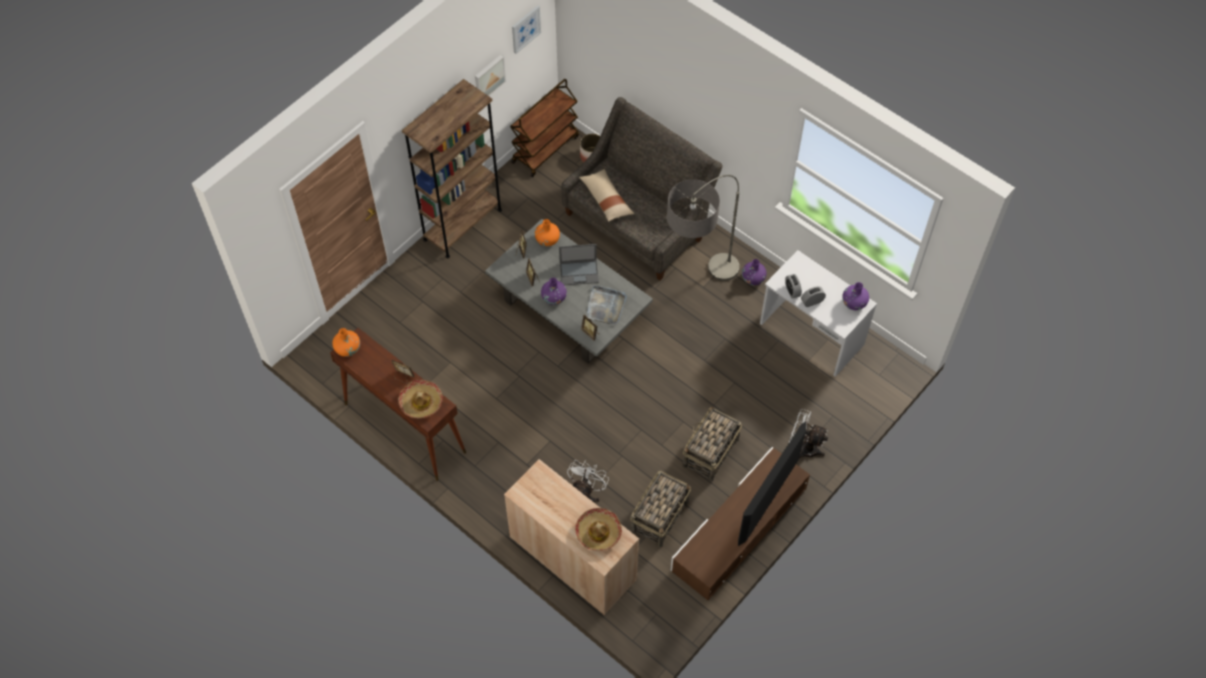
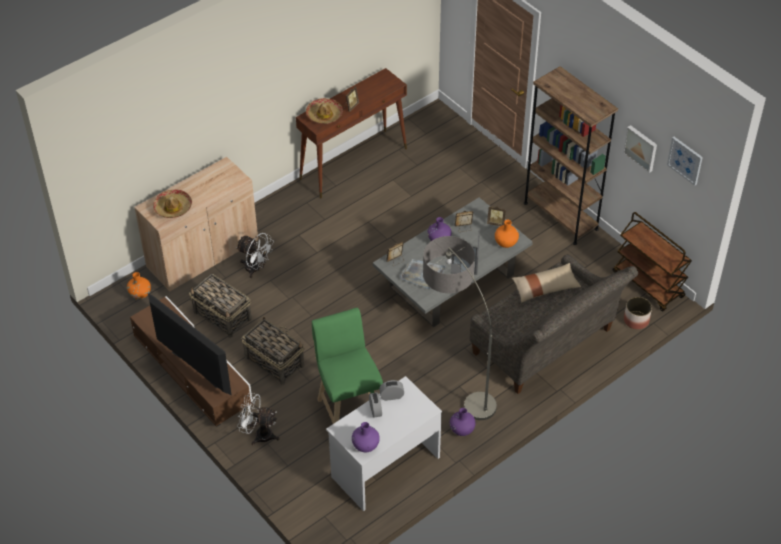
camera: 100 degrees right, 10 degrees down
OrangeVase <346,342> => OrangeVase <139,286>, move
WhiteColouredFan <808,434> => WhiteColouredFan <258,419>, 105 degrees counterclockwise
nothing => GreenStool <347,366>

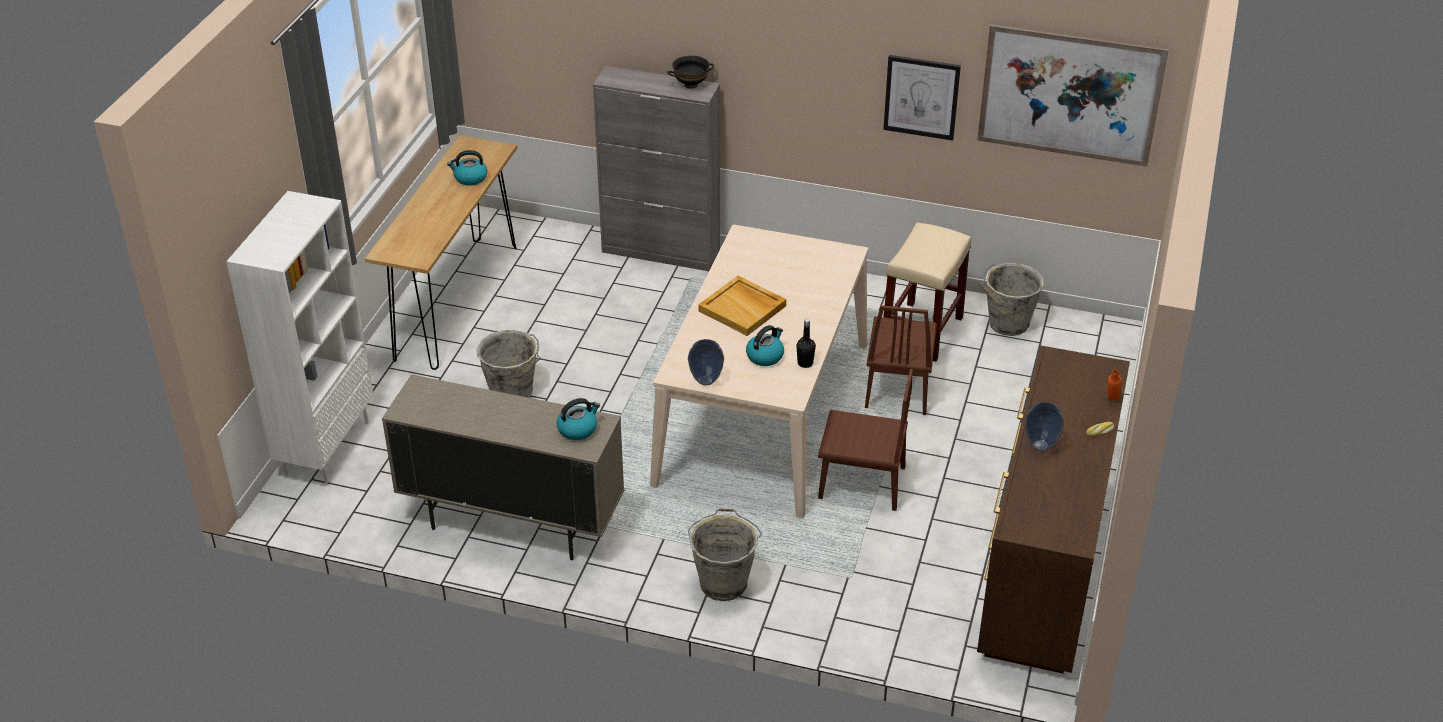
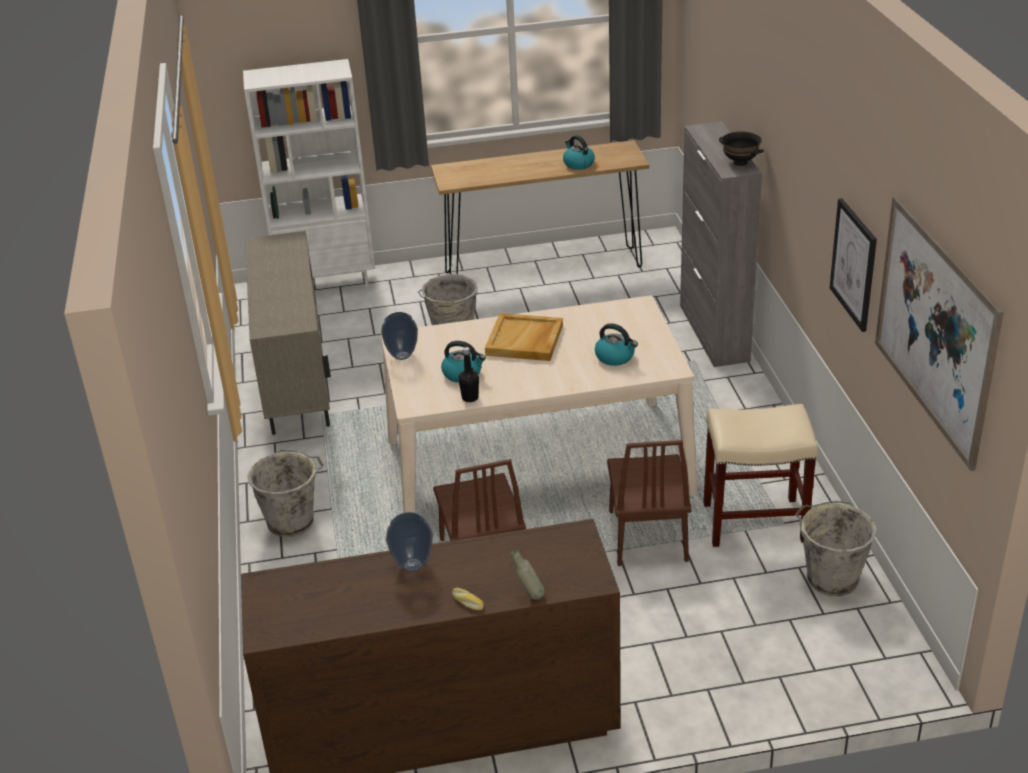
camera: 65 degrees right, 5 degrees down
TeaKettle <578,419> => TeaKettle <616,344>, move
BrownChair <901,360> => BrownChair <649,503>, 75 degrees counterclockwise
OrangeDrinkBottle <1114,385> => GreyishDrinkBottle <528,575>

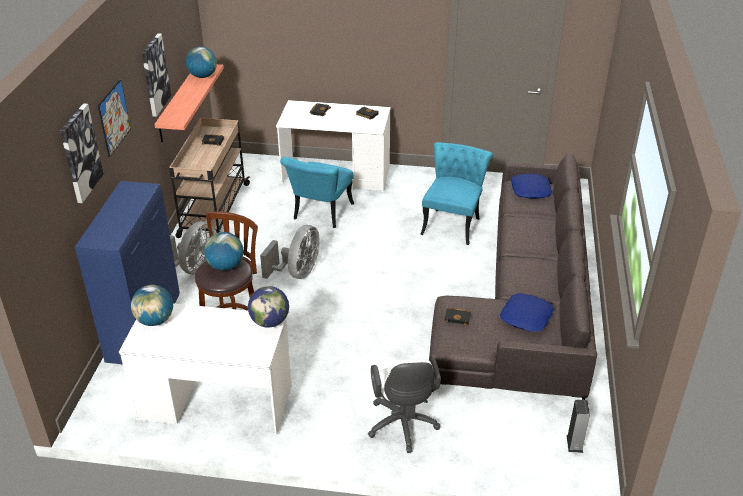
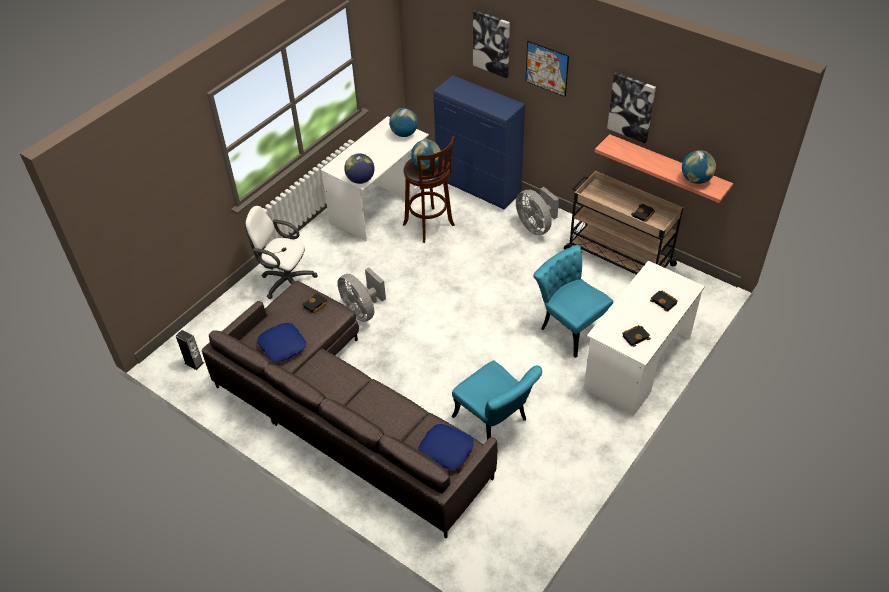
camera: 120 degrees right, 10 degrees up
GreyishFan <289,252> => GreyishFan <361,294>, move

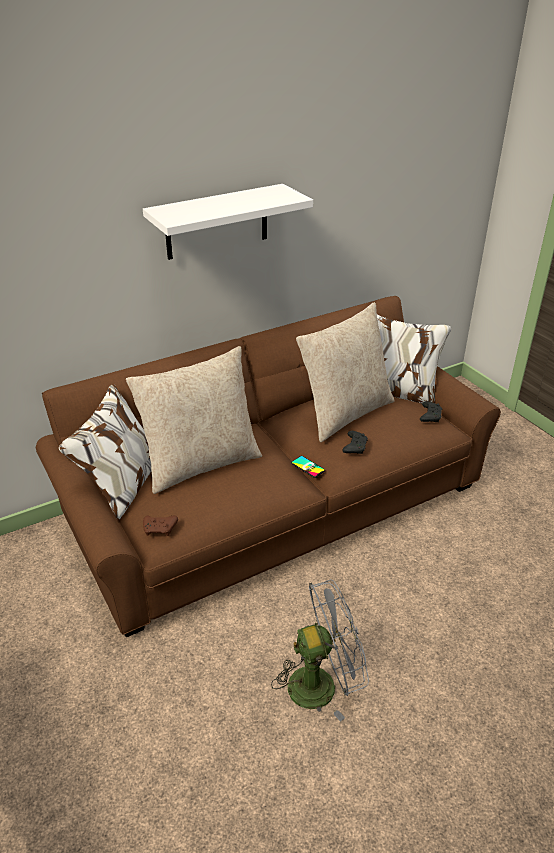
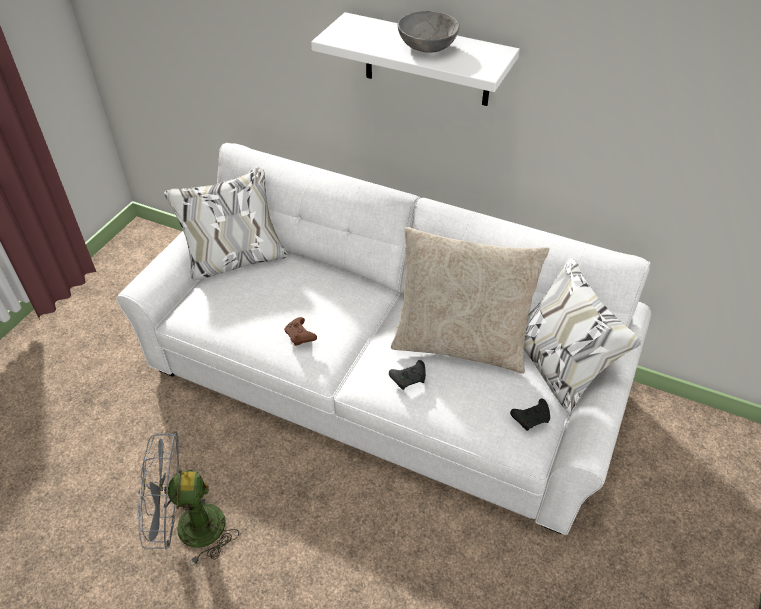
camera: 55 degrees right, 10 degrees up
BrownCouch <268,466> => WhiteColouredCouch <384,339>
BeigeCushion <194,420> => nothing
BrownJoypad <160,525> => BrownJoypad <300,331>, move
GreyishFan <320,651> => GreyishFan <188,498>, 135 degrees clockwise
Handset <308,467> => nothing
nothing => GreyishServingBowl <429,32>

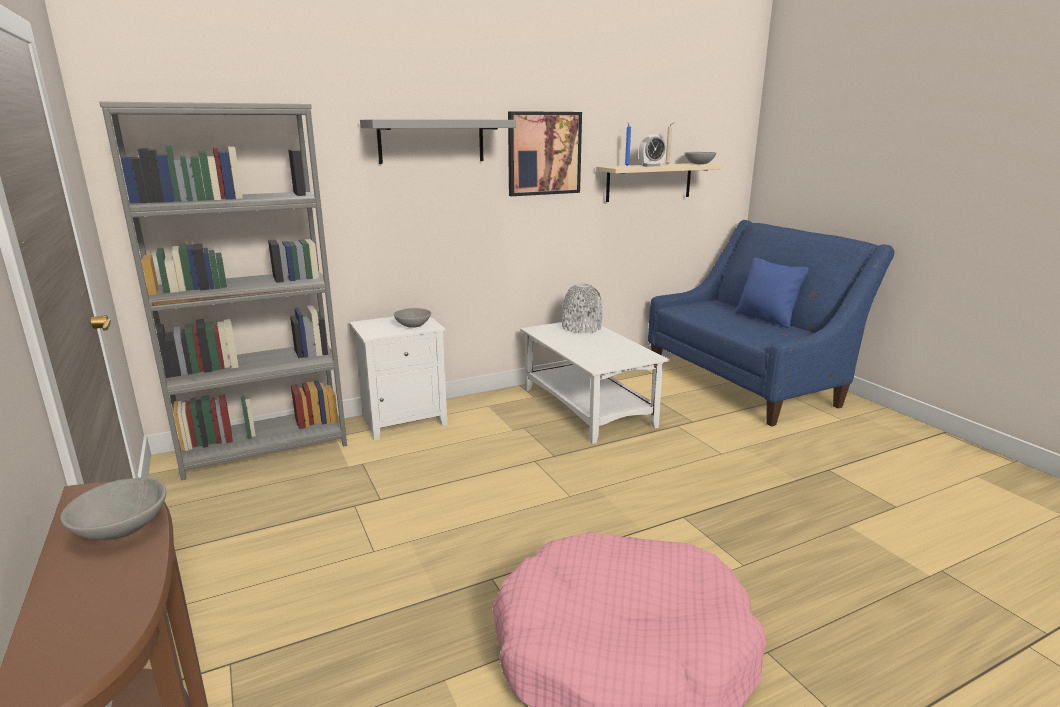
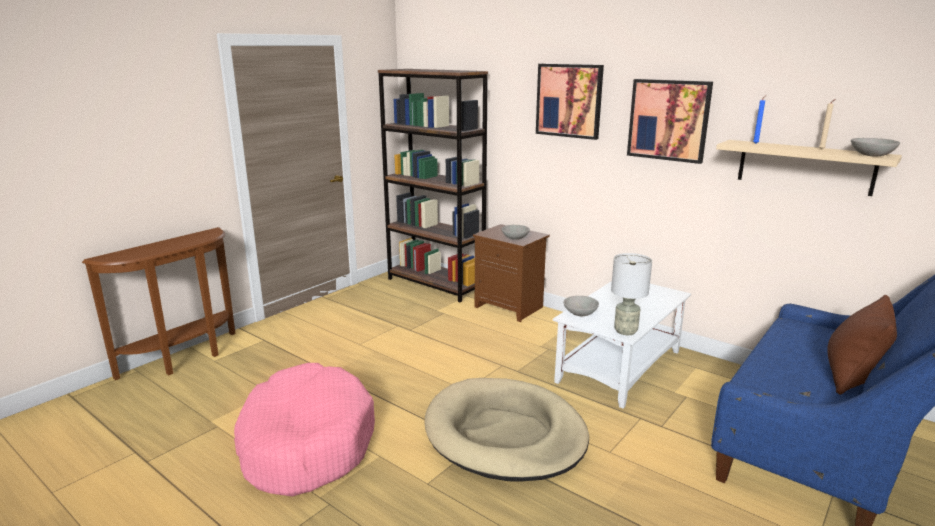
camera: 65 degrees right, 0 degrees up
GreyishServingBowl <113,509> => GreyishServingBowl <581,306>, move
GreyishShelvingUnit <223,291> => BrownShelvingUnit <433,185>
WhiteColouredNightstand <398,378> => BrownNightstand <511,273>
GreyishBracketShelf <438,141> => WallArt <570,102>
GreyishVase <582,308> => nothing
BedsideClock <652,151> => nothing
BlueCushion <772,292> => BrownCushion <862,345>
nothing => BeigePetBed <507,430>
nothing => GreyishLampForATable <631,294>

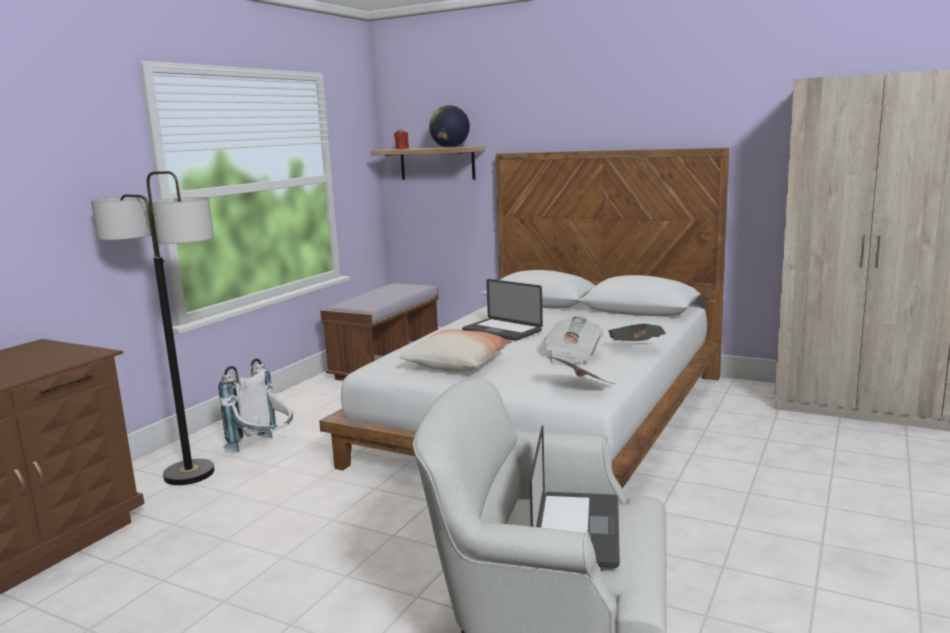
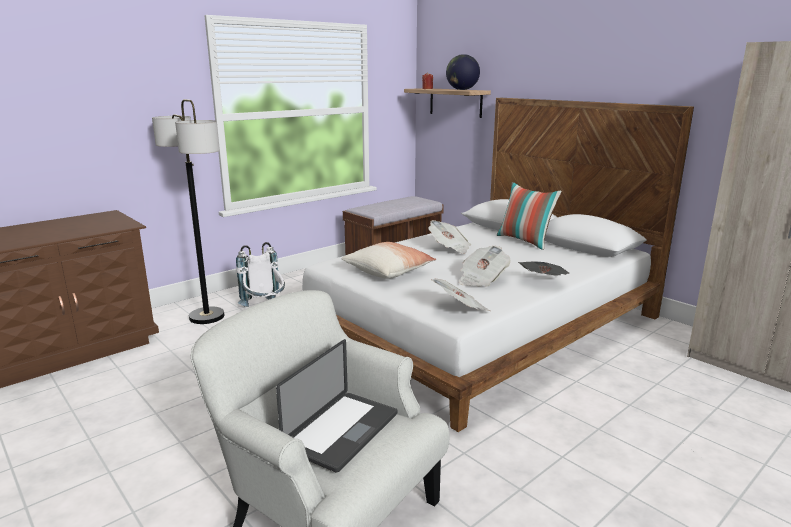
camera: 20 degrees right, 5 degrees up
PortableComputer <502,310> => DailyPaper <449,237>
nothing => Cushion <529,216>

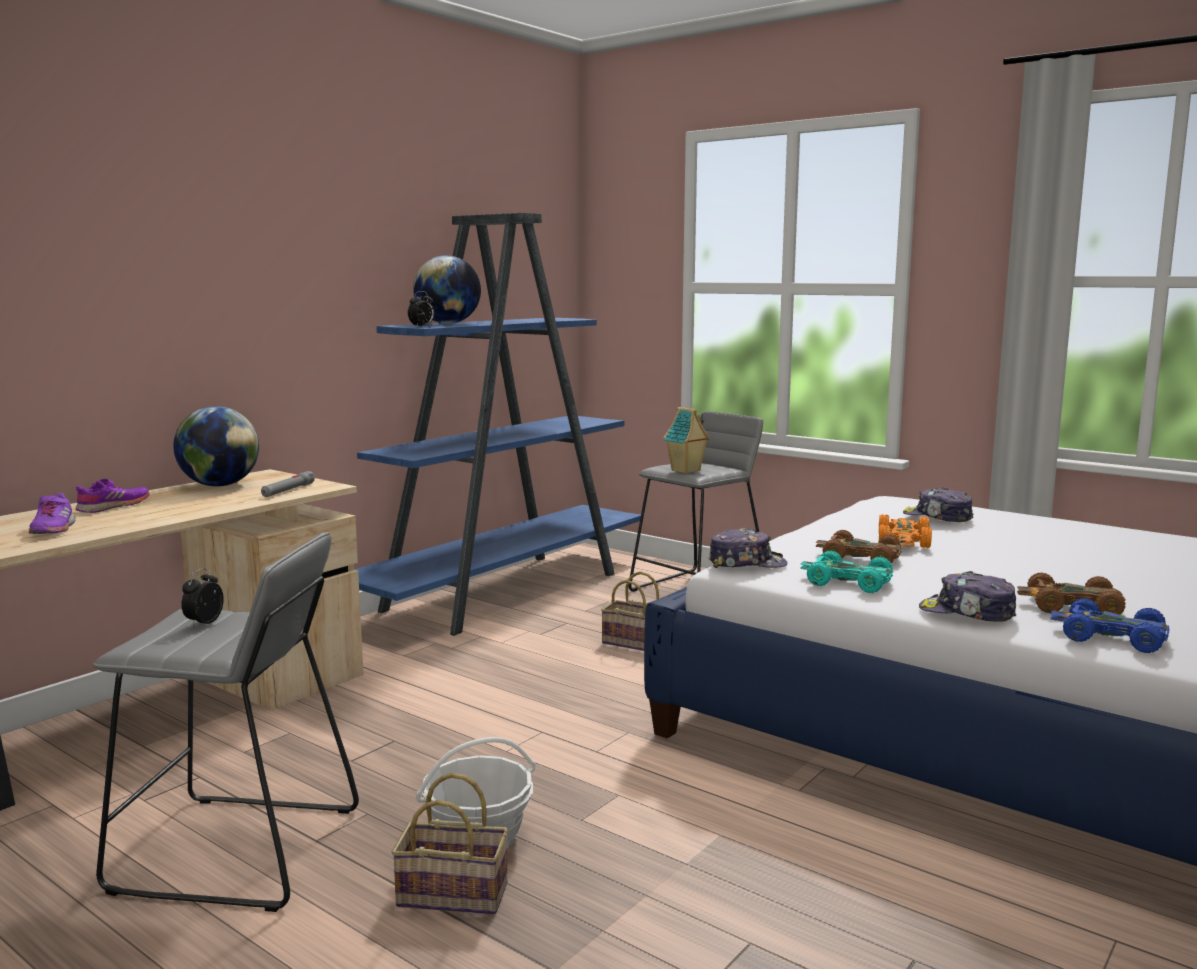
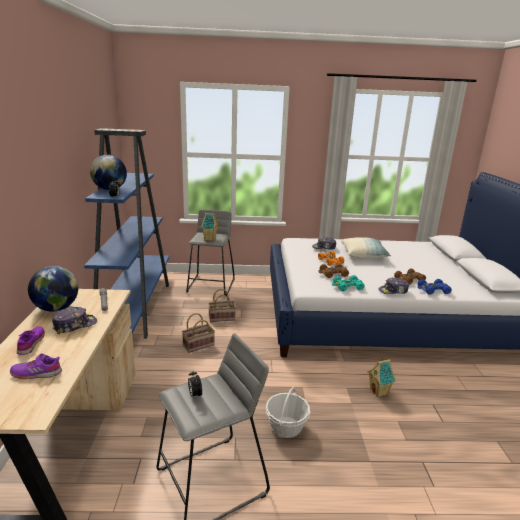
camera: 40 degrees left, 10 degrees up
PurpleShoe <52,513> => PurpleShoe <36,366>, 135 degrees clockwise
StorageBasket <450,843> => StorageBasket <198,333>, move
BaseballCap <747,548> => BaseballCap <74,320>, move
nothing => Cushion <366,247>
nothing => ToyHouse <382,377>

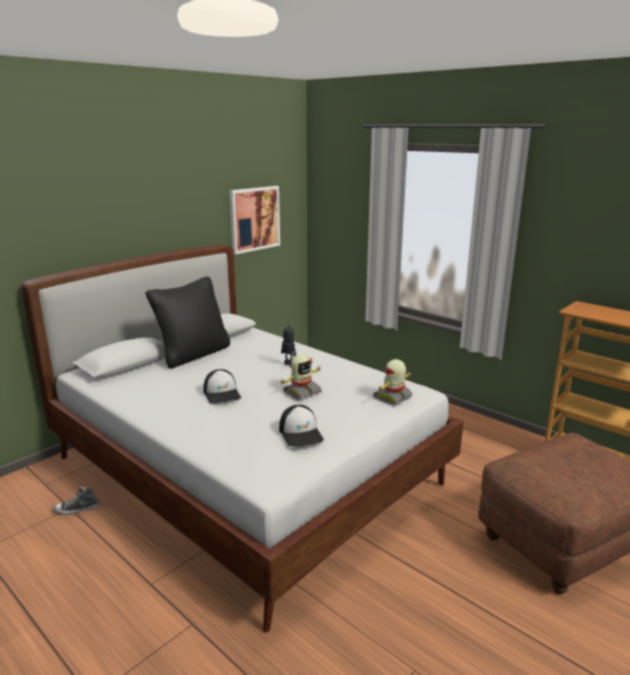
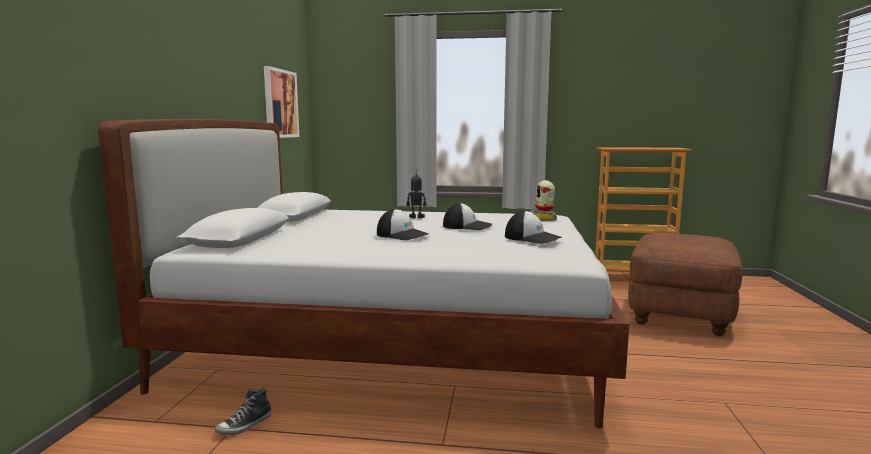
camera: 35 degrees left, 10 degrees down
BlackishCushion <187,323> => nothing
ModelRobot <301,377> => BaseballCap <467,216>

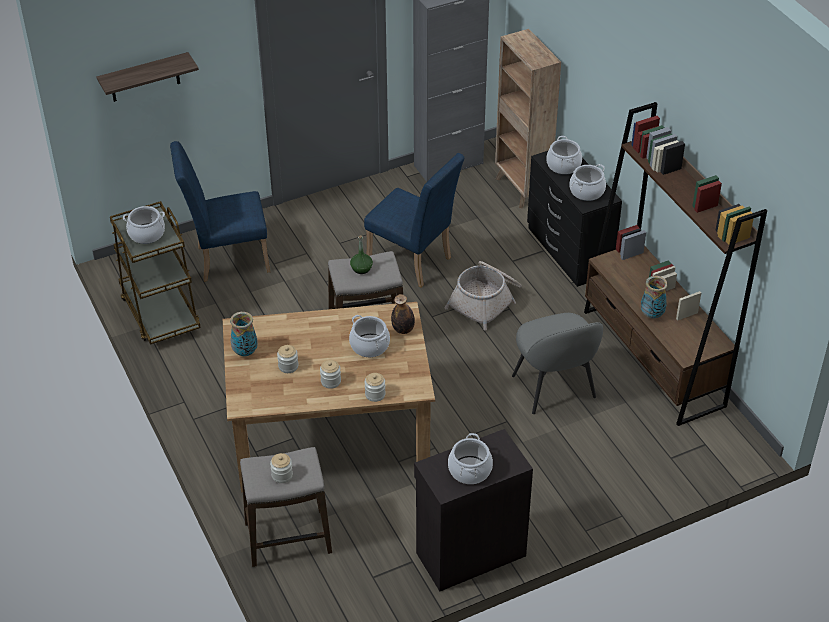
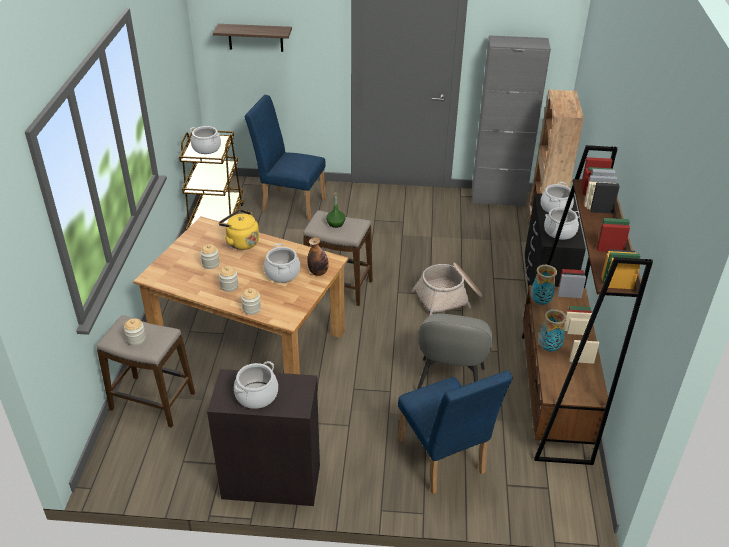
camera: 30 degrees right, 5 degrees down
Vase <244,334> => Vase <544,285>, move
BlueChair <414,220> => BlueChair <455,432>, move
nothing => YellowColouredTeaKettle <239,229>

